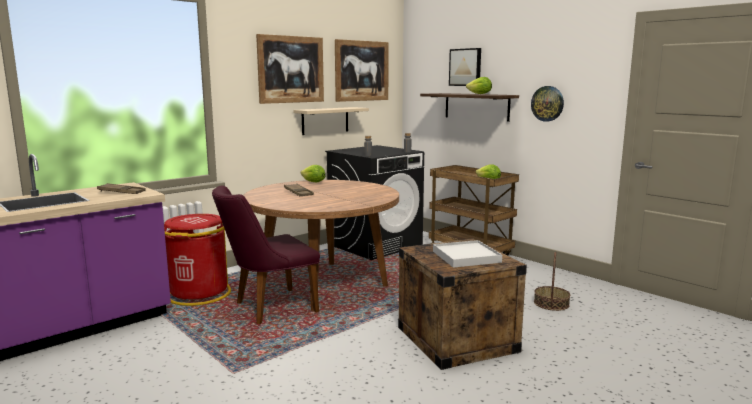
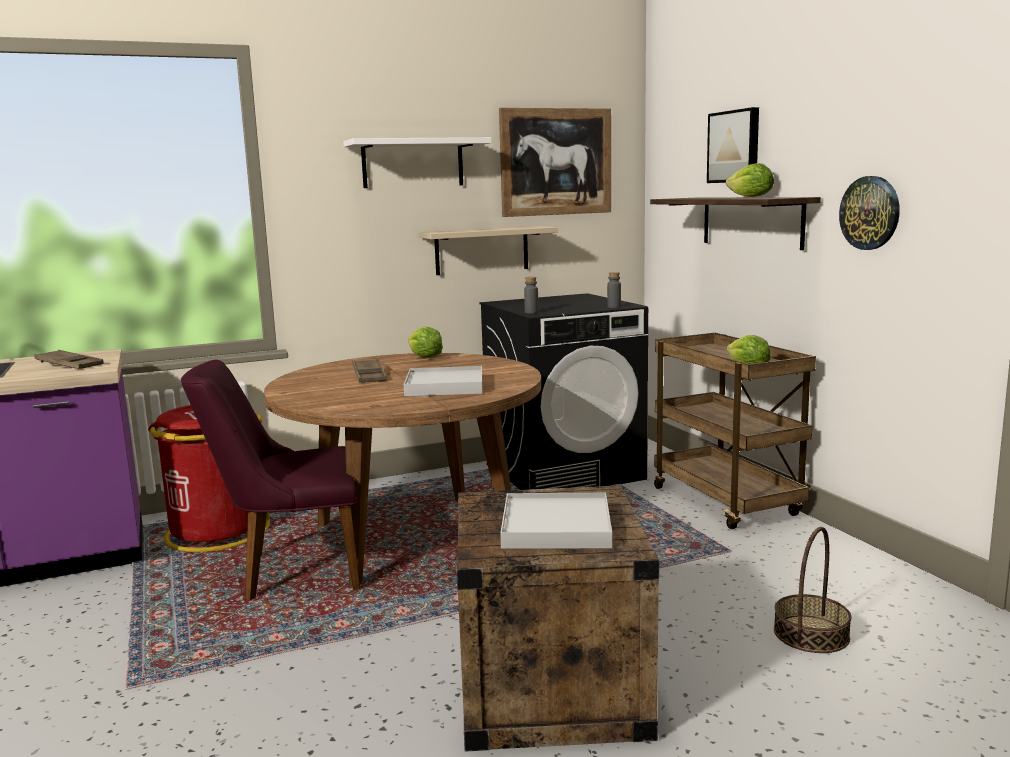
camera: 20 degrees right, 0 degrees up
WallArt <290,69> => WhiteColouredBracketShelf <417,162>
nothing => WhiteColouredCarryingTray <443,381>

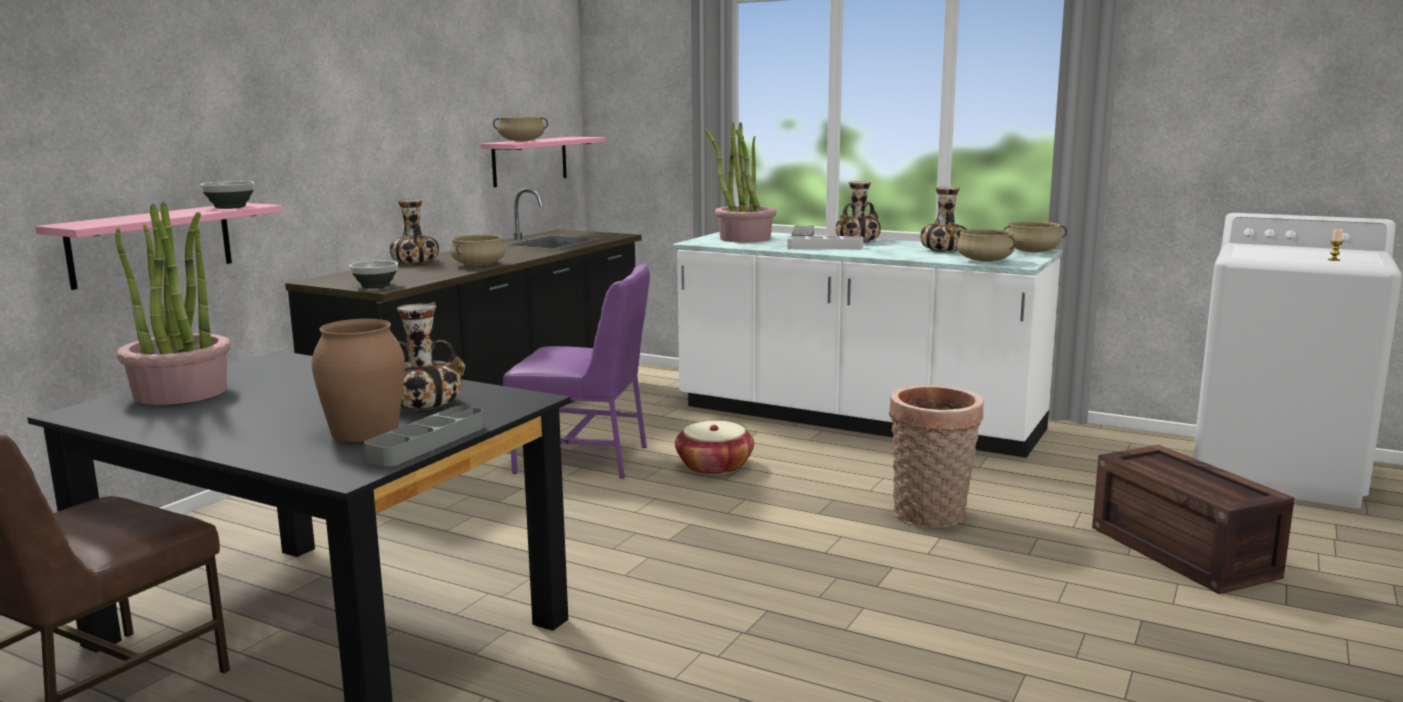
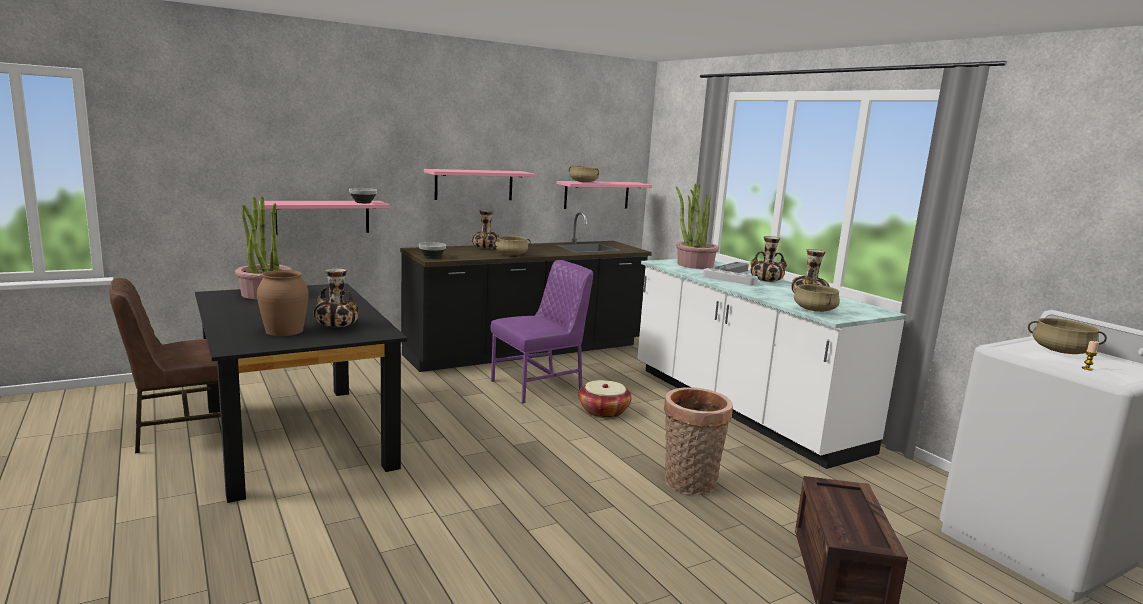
camera: 30 degrees right, 0 degrees up
GreyishCarryingTray <424,436> => nothing
PurpleChair <576,371> => PurpleChair <541,331>, 75 degrees counterclockwise
BeigeStockpot <1035,236> => BeigeStockpot <1067,336>, move
nothing => PinkishBracketShelf <479,184>

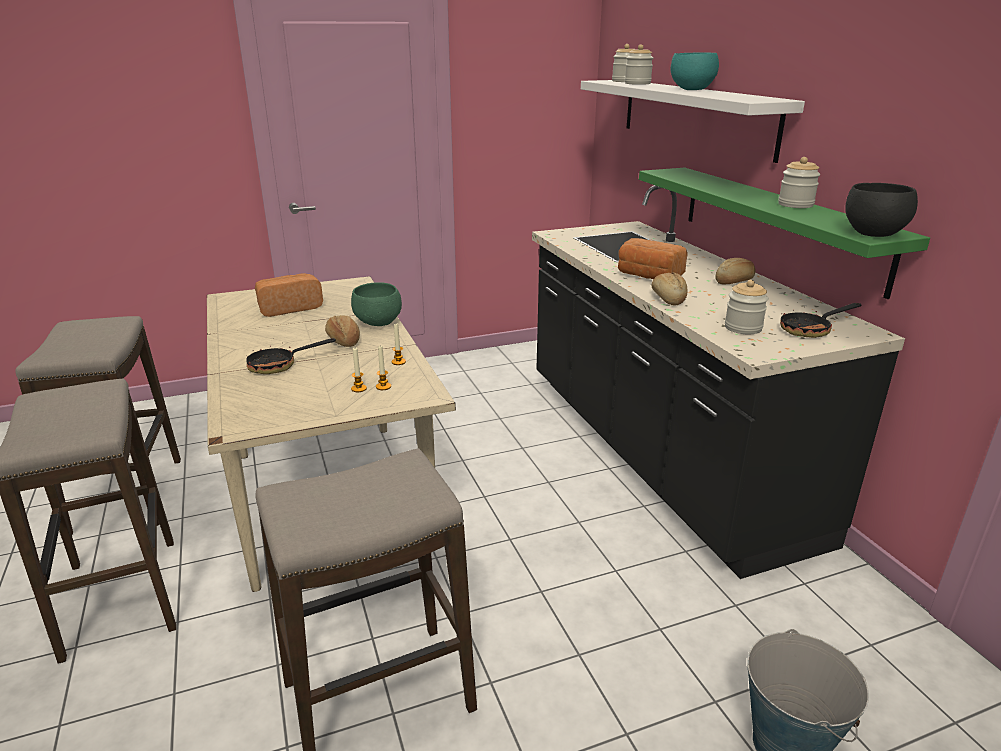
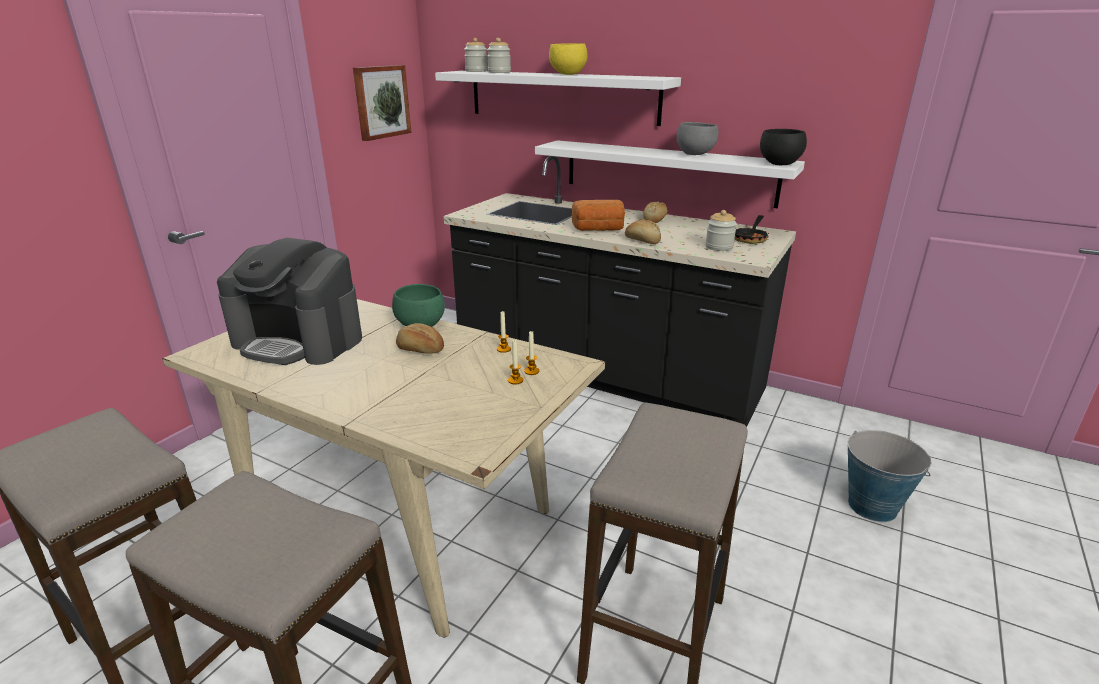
camera: 40 degrees left, 0 degrees up
FryingPan <291,356> => nothing
Bread <289,295> => CoffeeMaker <289,301>
GreenBracketShelf <784,233> => WhiteColouredBracketShelf <670,174>
BlueGreenServingBowl <695,71> => YellowColouredServingBowl <568,59>
StorageJar <799,182> => GreyishServingBowl <697,138>
nothing => WallArt <382,103>

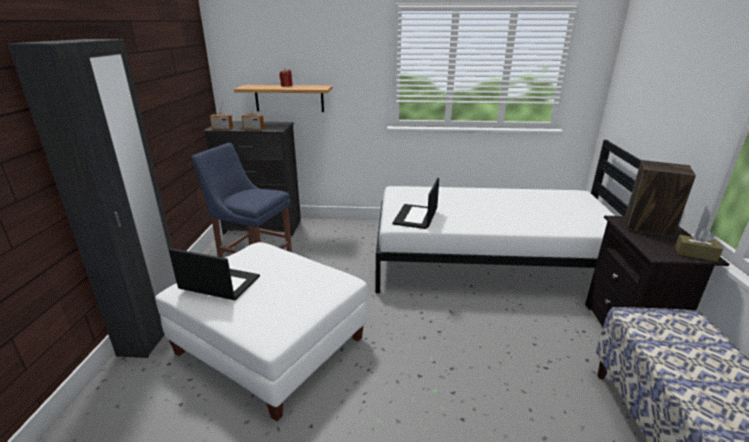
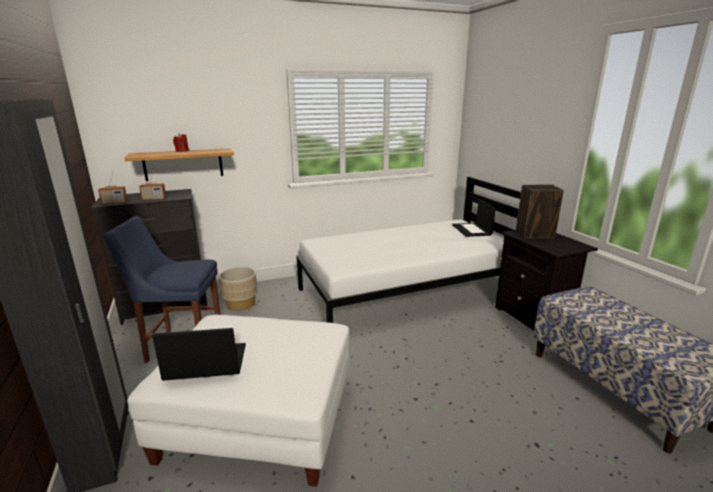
camera: 25 degrees left, 5 degrees down
PortableComputer <415,203> => PortableComputer <474,218>, move
BrownTissueHolder <699,245> => nothing
nothing => BeigeFlowerPot <238,288>

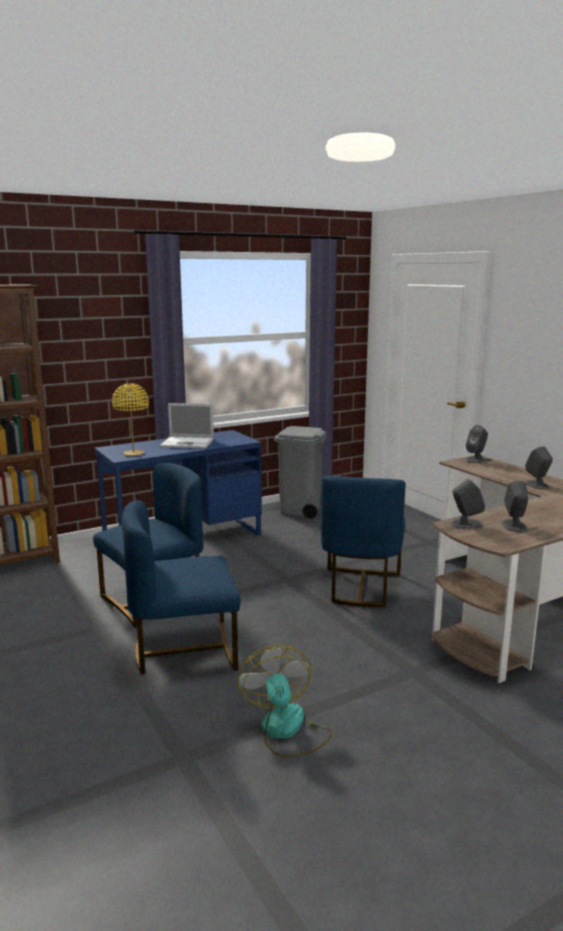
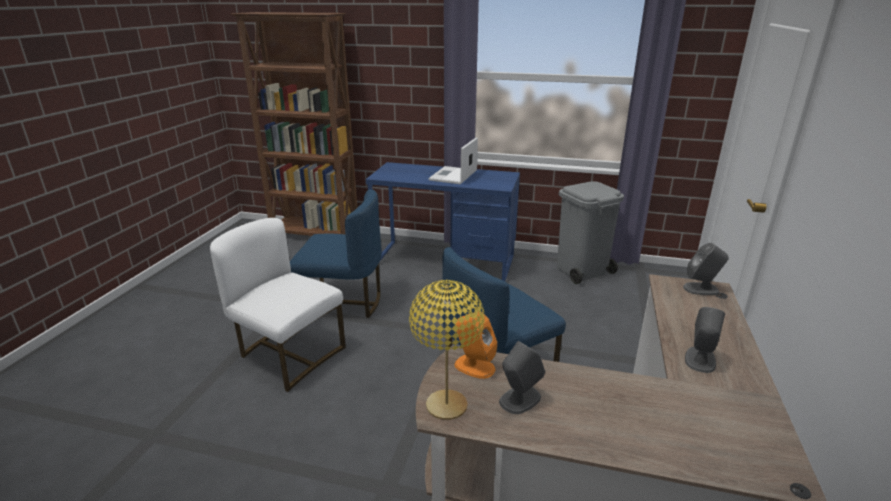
camera: 45 degrees right, 10 degrees up
YellowColouredLampForATable <130,419> => YellowColouredLampForATable <447,350>, move
BlueChair <181,587> => WhiteColouredChair <278,305>
PortableComputer <187,426> => PortableComputer <453,160>, 60 degrees clockwise
Fan <285,701> => nothing
GreyishAudioSpeaker <468,504> => OrangeAudioSpeaker <476,345>

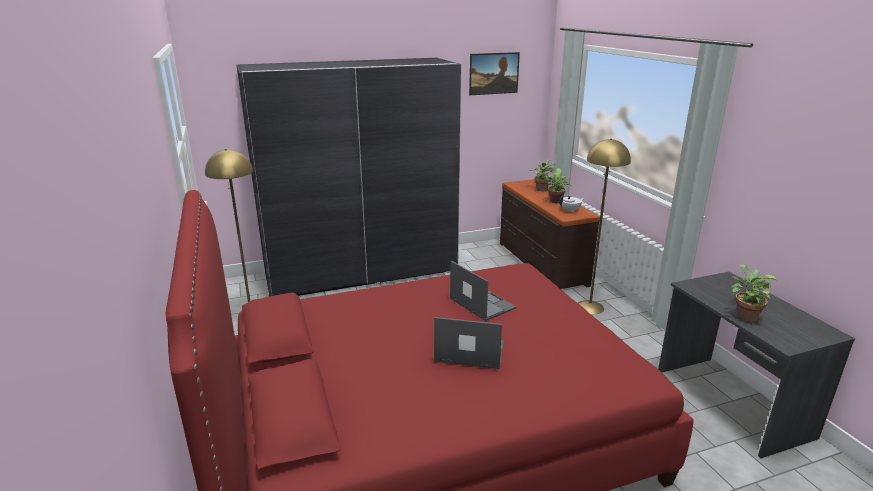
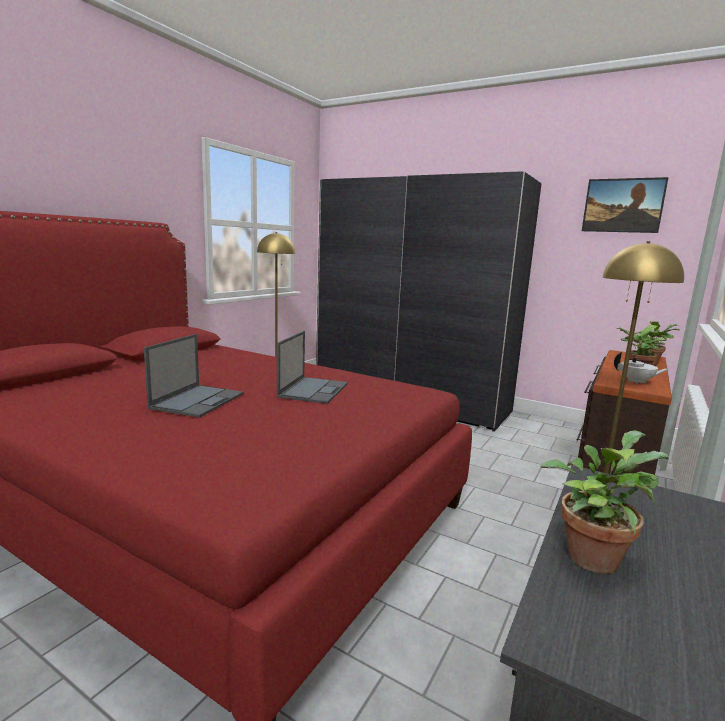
camera: 50 degrees right, 10 degrees down
PortableComputer <469,343> => PortableComputer <194,376>, 45 degrees clockwise

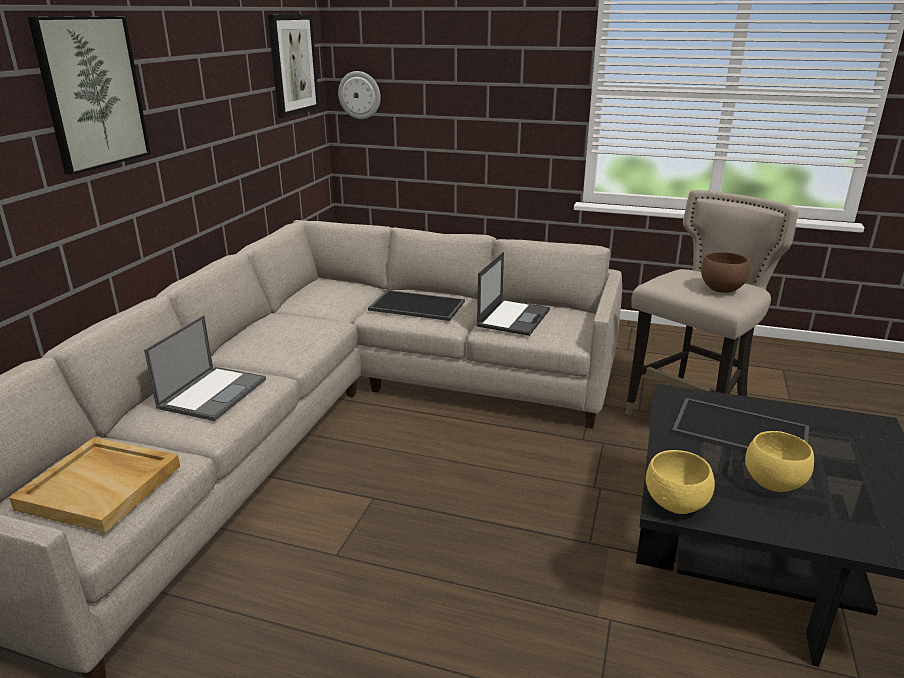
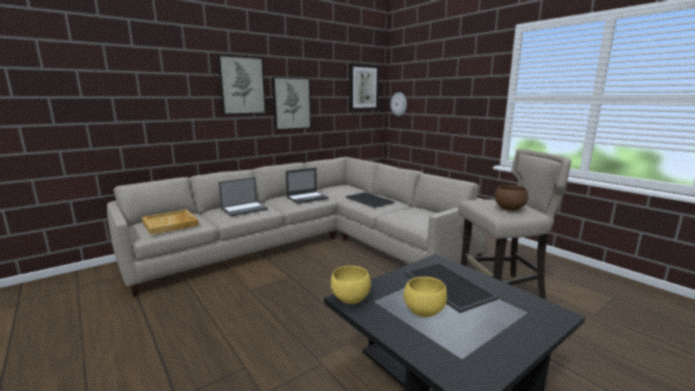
camera: 35 degrees right, 10 degrees down
PortableComputer <513,294> => PortableComputer <307,186>, move
nothing => WallArt <291,103>

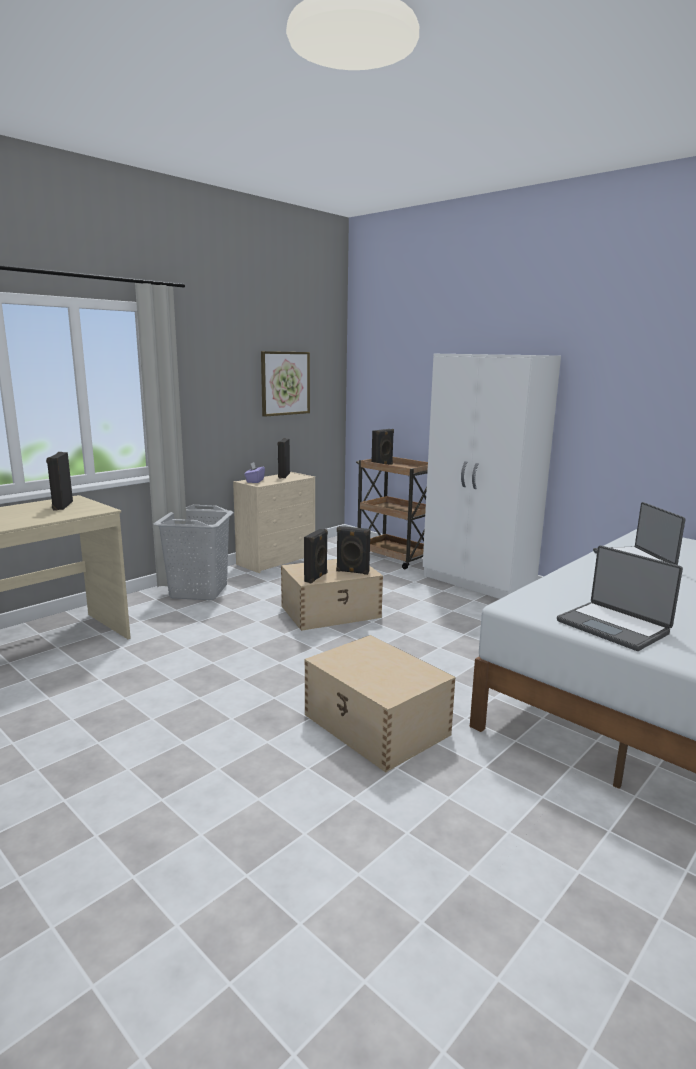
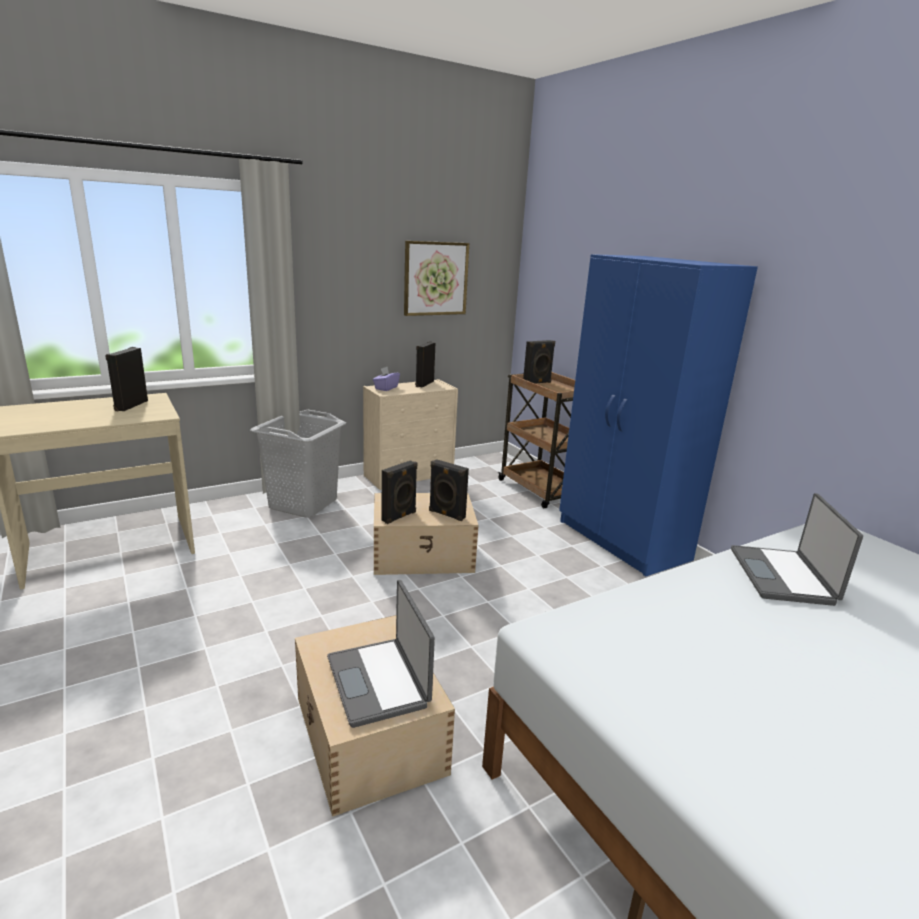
camera: 15 degrees right, 5 degrees up
WhiteColouredClothesCupboard <492,476> => BlueClothesCupboard <658,415>
PortableComputer <620,598> => PortableComputer <381,654>, move

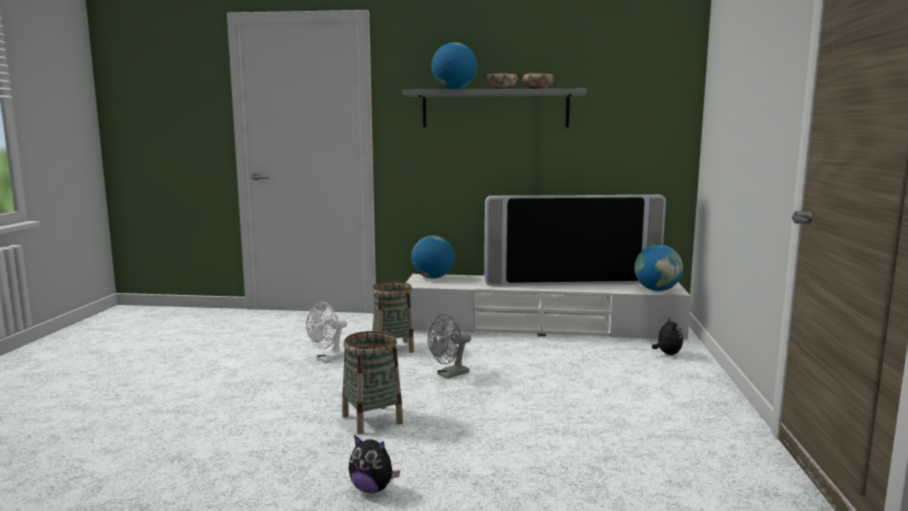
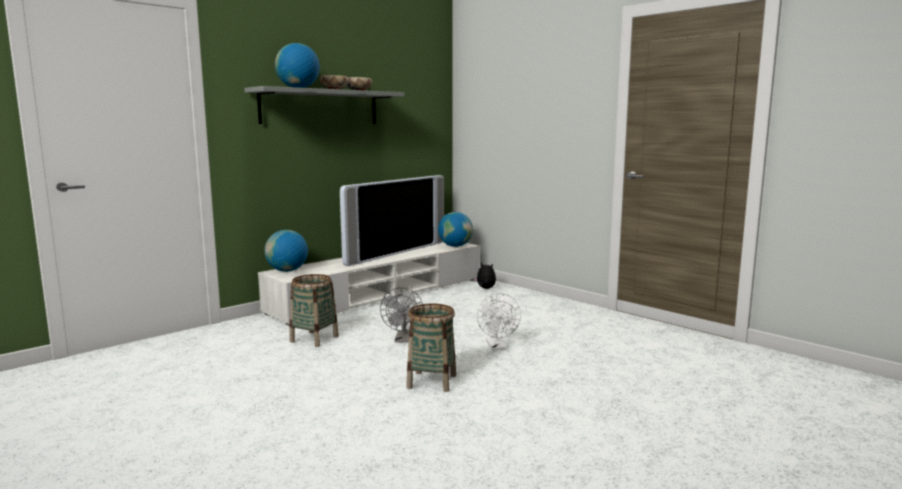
camera: 50 degrees left, 0 degrees up
WhiteColouredFan <326,332> => WhiteColouredFan <499,321>, move
SoftToy <374,464> => nothing

